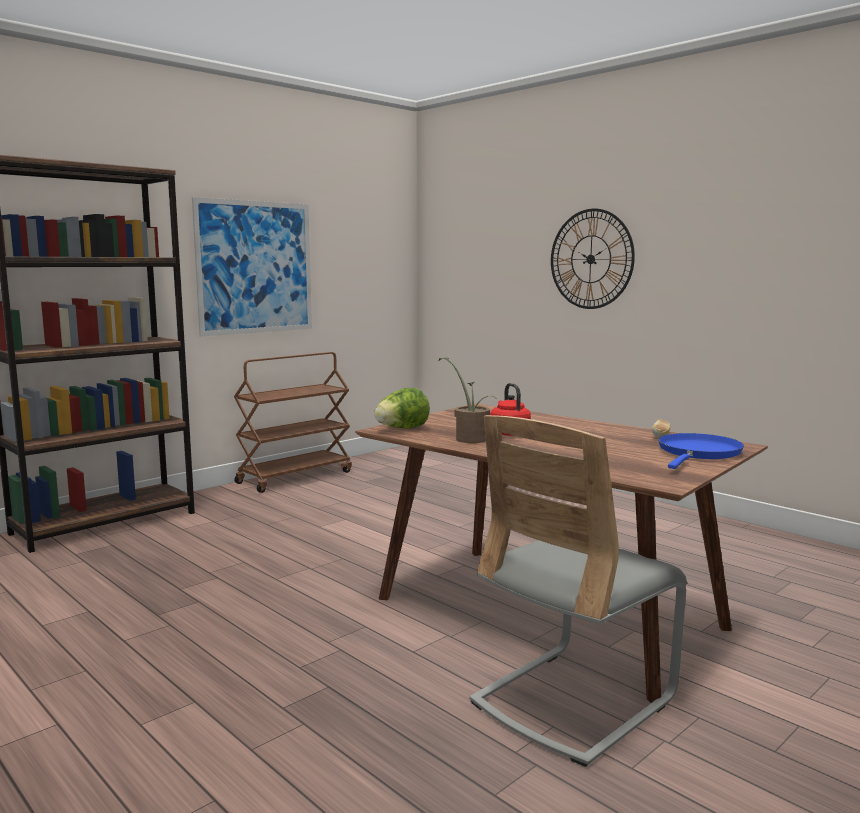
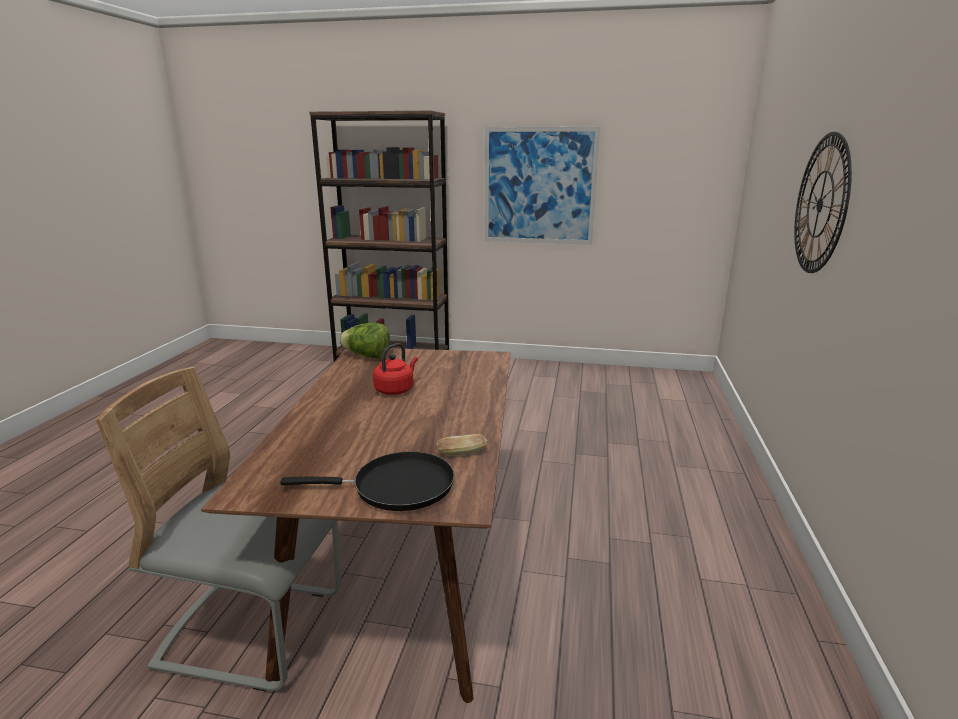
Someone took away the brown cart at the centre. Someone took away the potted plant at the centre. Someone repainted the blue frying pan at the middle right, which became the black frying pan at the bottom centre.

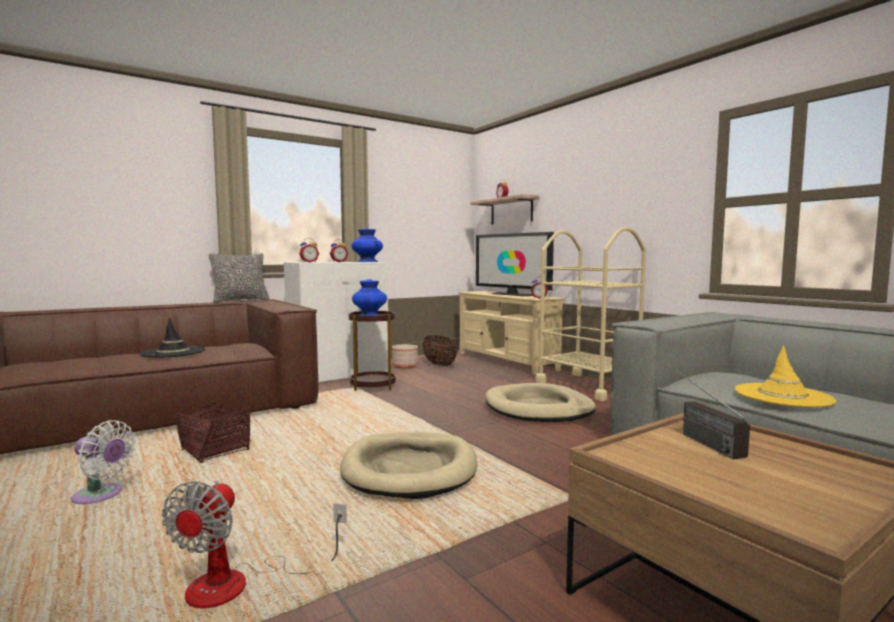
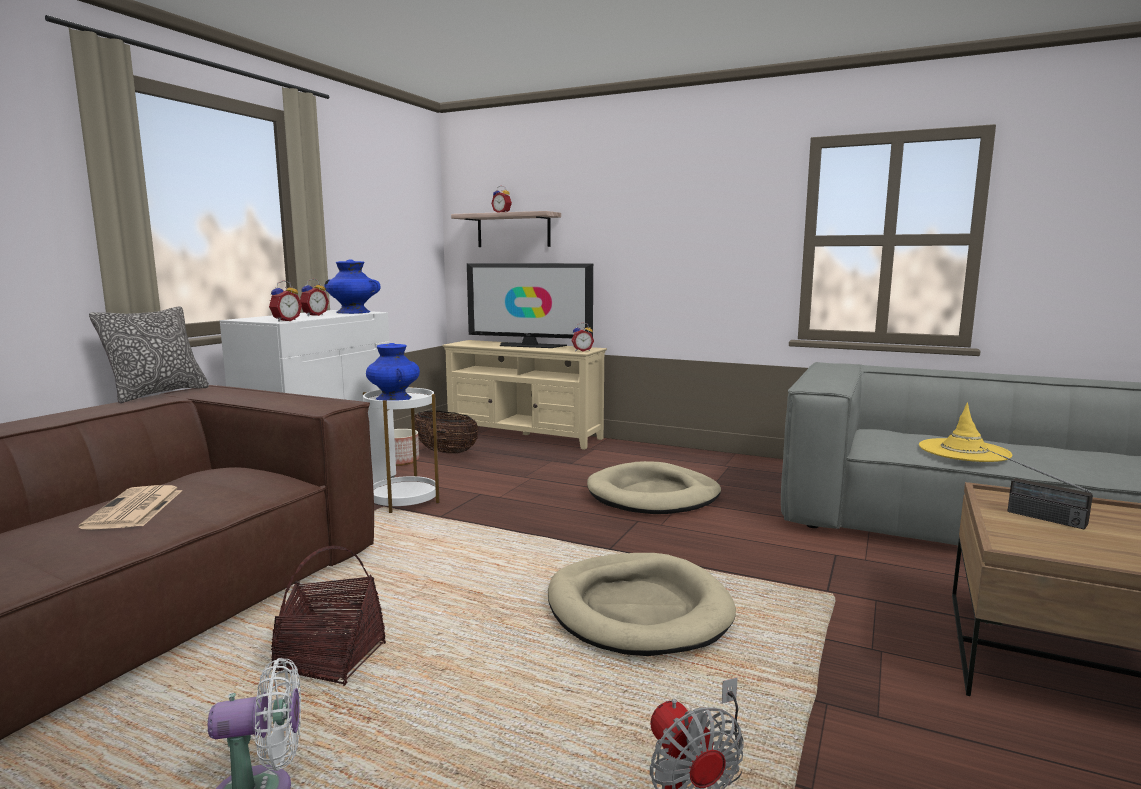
Someone took away the beige cart at the centre. Someone swapped the black hat at the middle left for the newspaper at the middle left. Someone repainted the brown side table at the centre, which became the white side table at the centre.

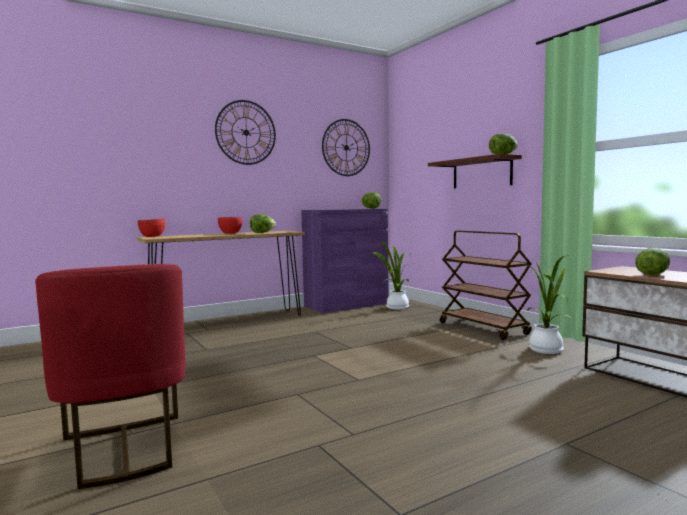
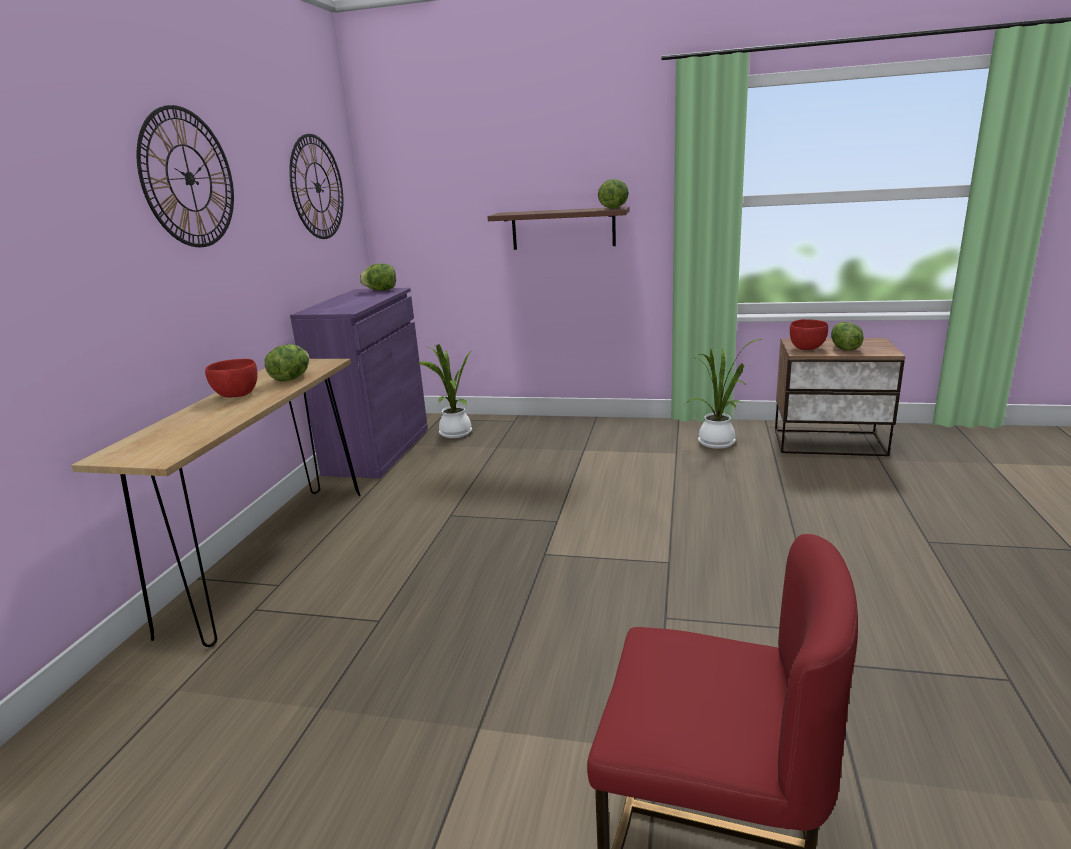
Someone took away the brown cart at the middle right. Someone carried the red bowl (no. 1 from left in the first image) from the middle left to the middle right.

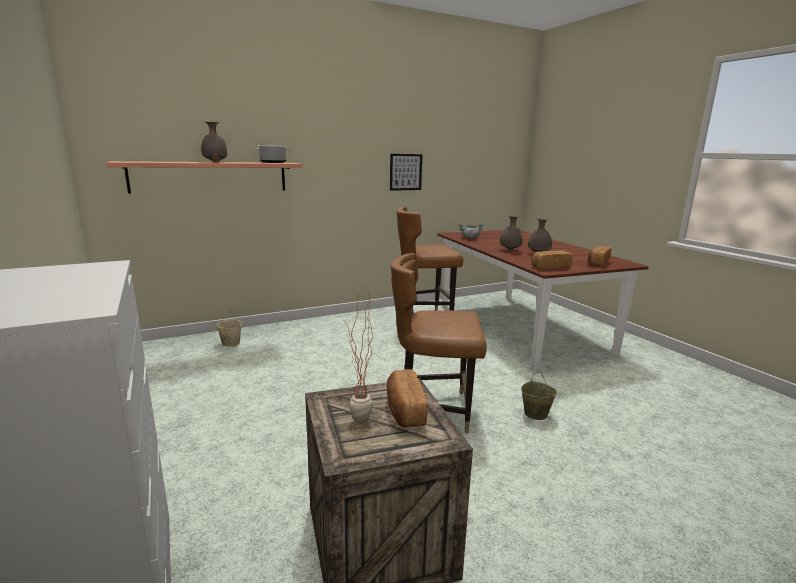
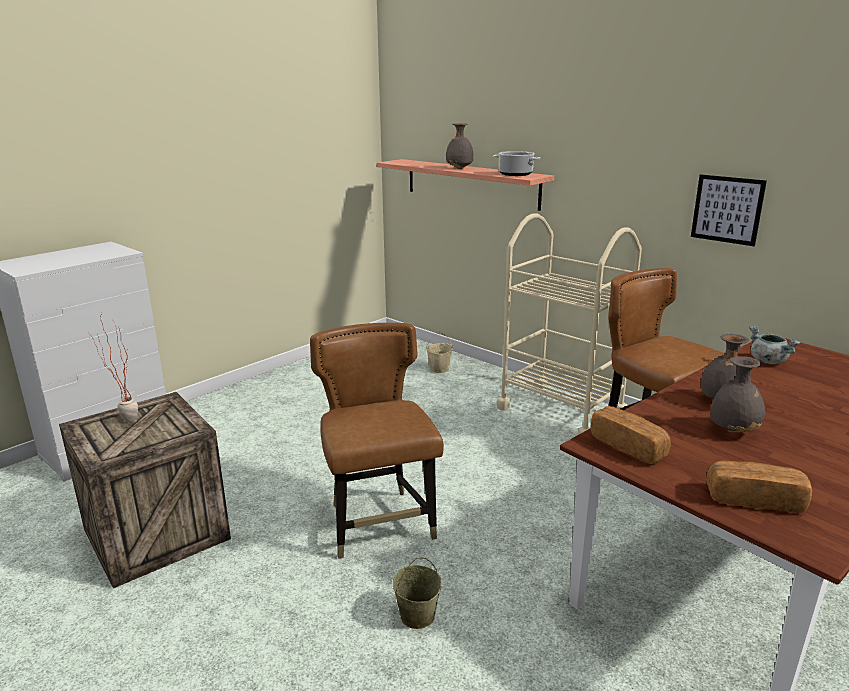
Someone took away the bread (no. 1 from left) at the bottom centre. Someone put down the beige cart at the middle right.

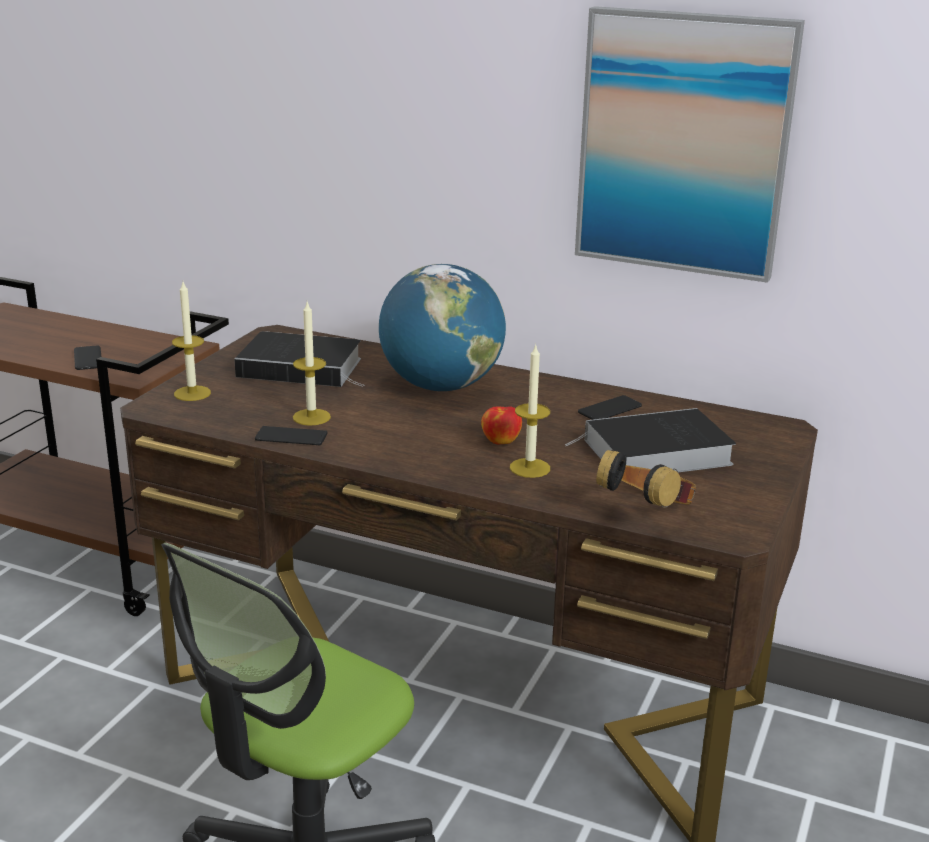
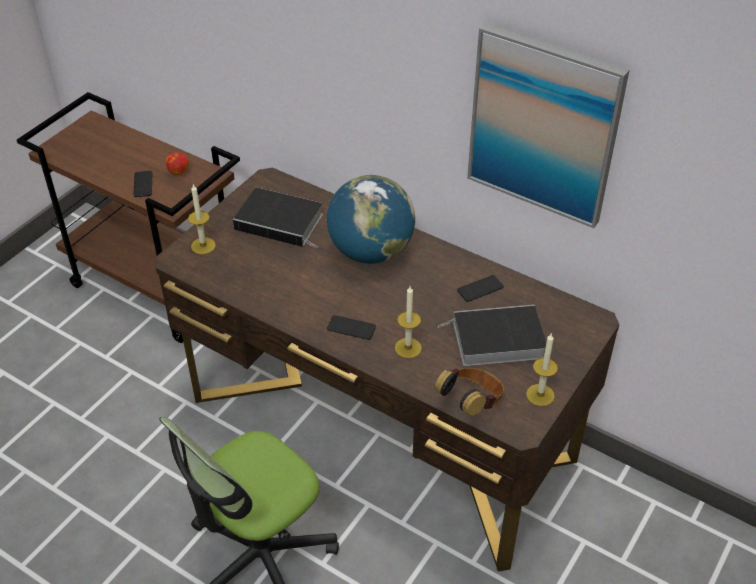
Someone carried the phone (no. 2 from left) from the middle left to the centre. Someone carried the candle (no. 2 from left in the first image) from the centre to the middle right. Someone carried the apple from the centre to the top left.

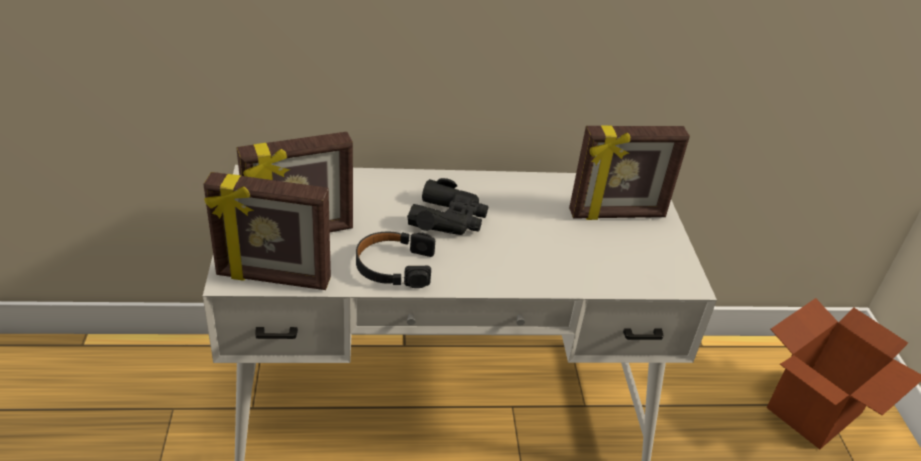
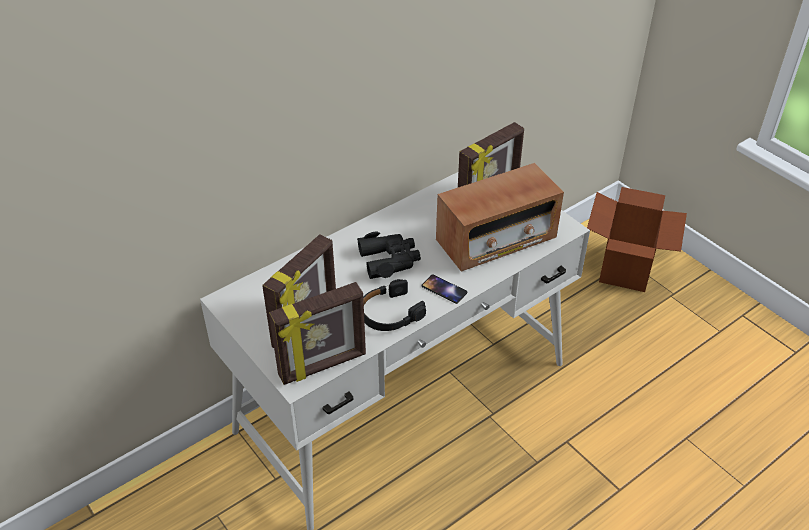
Someone put down the phone at the centre. Someone put down the radio at the centre.

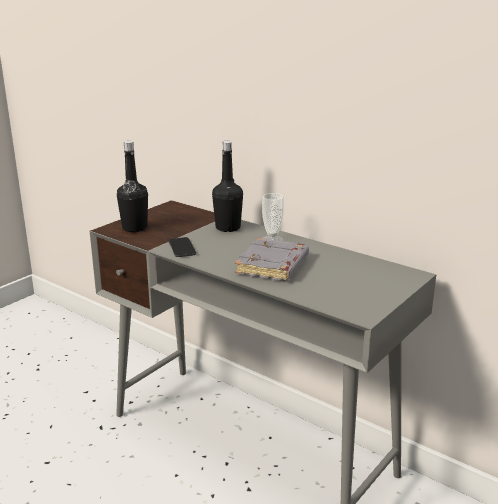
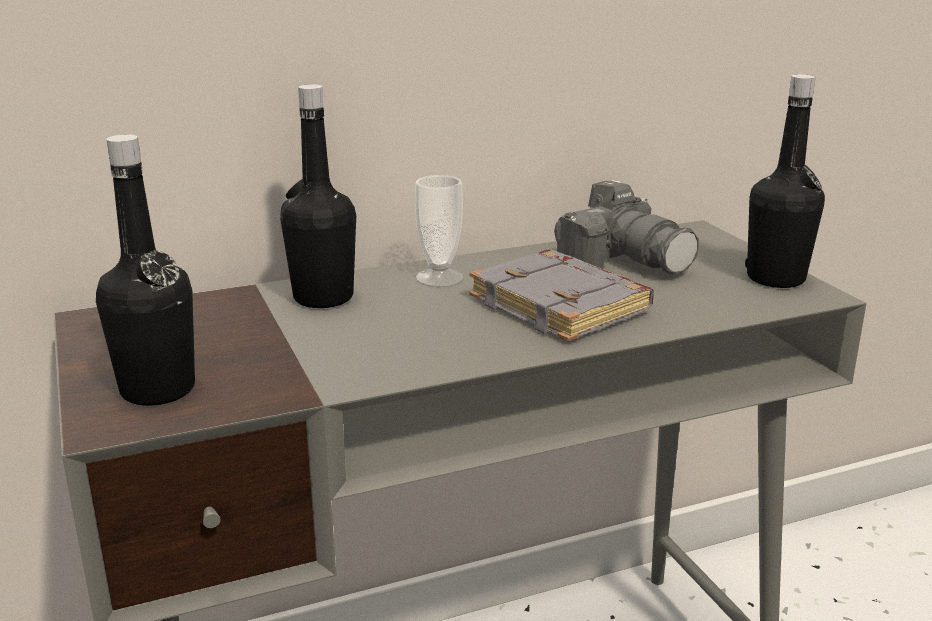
Someone took away the phone at the centre. Someone put down the photo camera at the middle right. Someone put down the black bottle (no. 3 from left) at the top right.

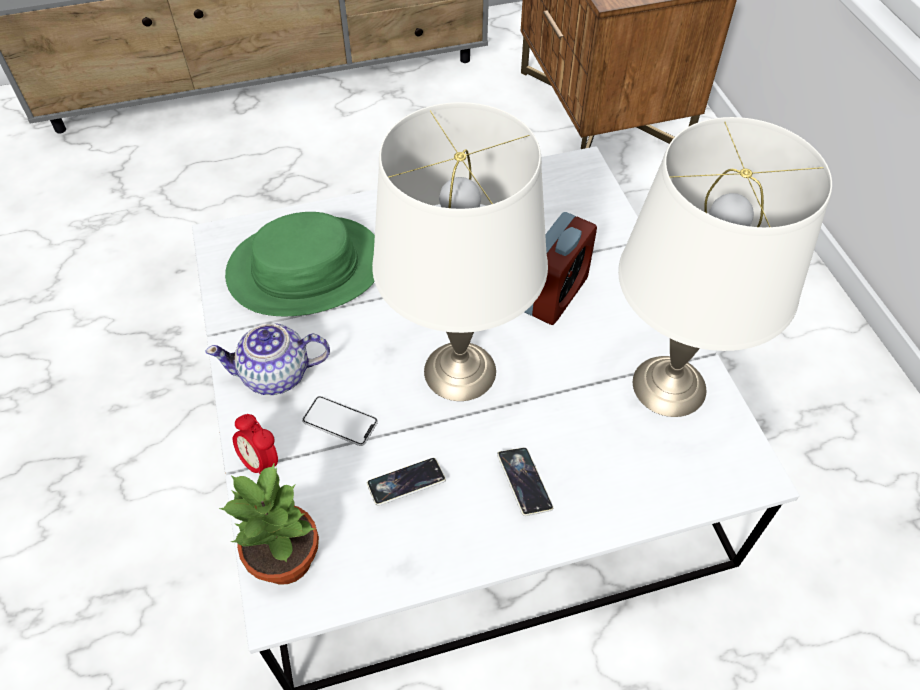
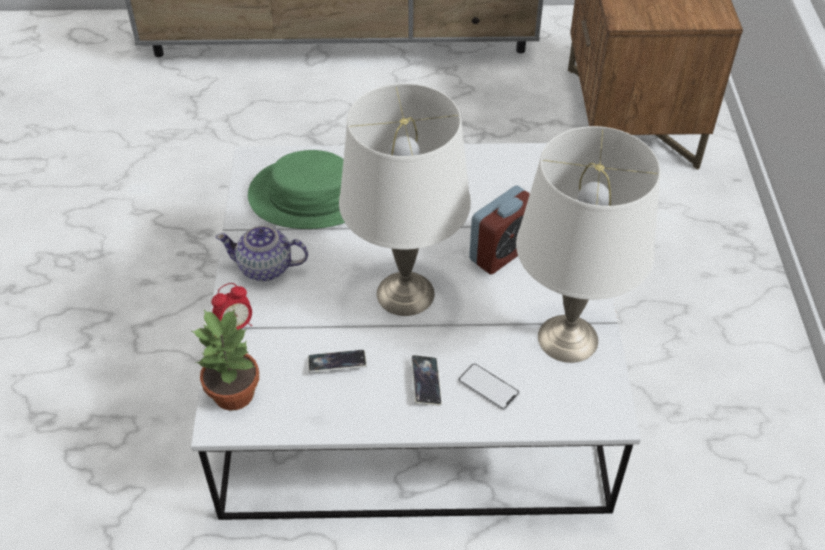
Someone carried the phone (no. 1 from left in the first image) from the centre to the bottom centre. Someone rotated the alarm clock (no. 1 from left) at the middle left by 90 degrees counterclockwise.

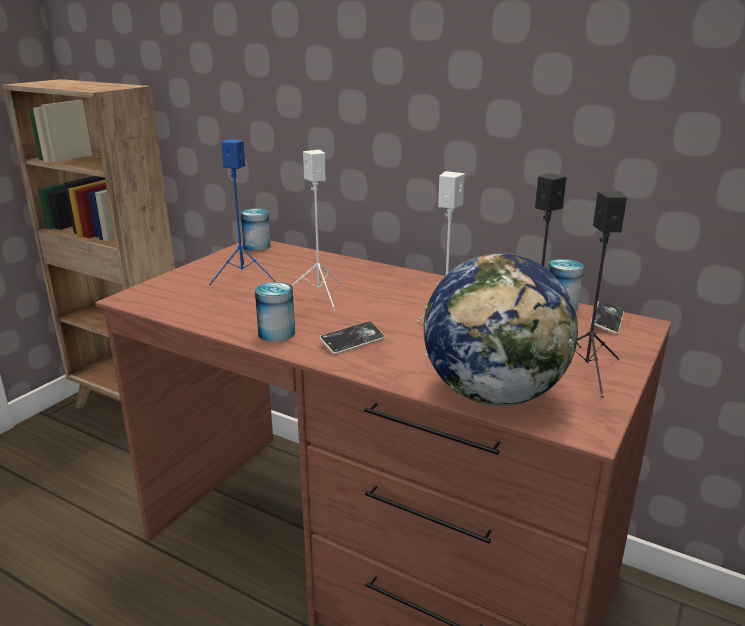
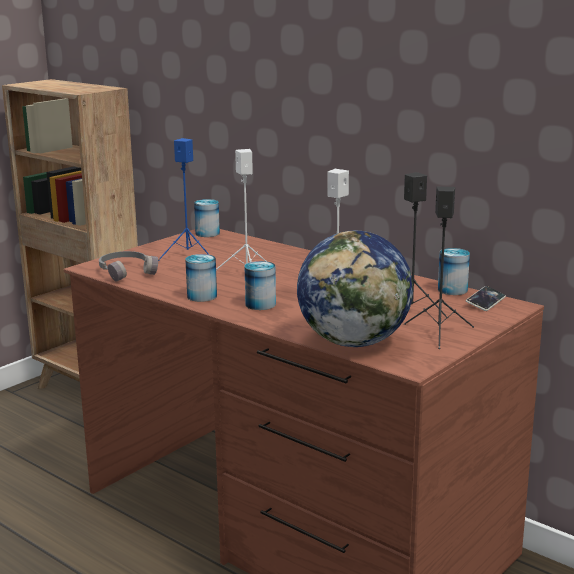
Someone put down the grey headphones at the middle left. Someone swapped the phone (no. 1 from left) at the centre for the can (no. 3 from left) at the centre.

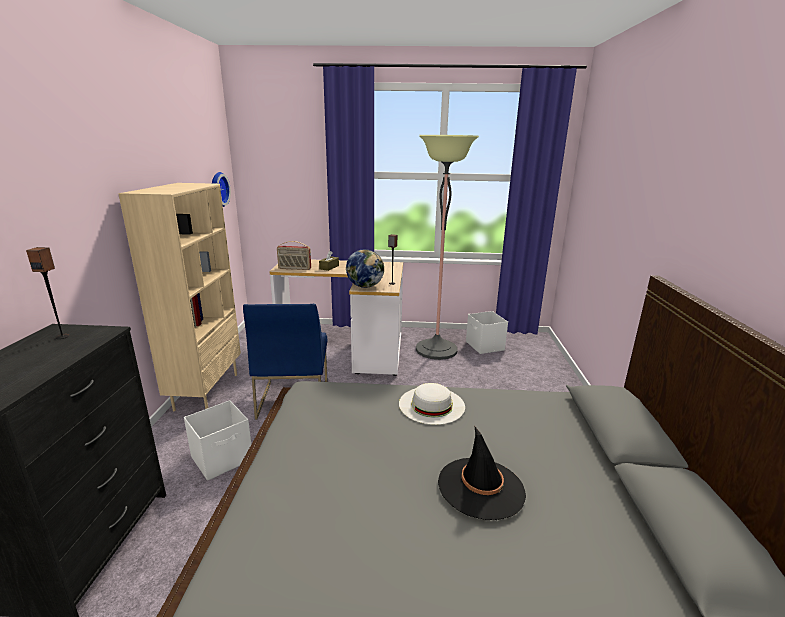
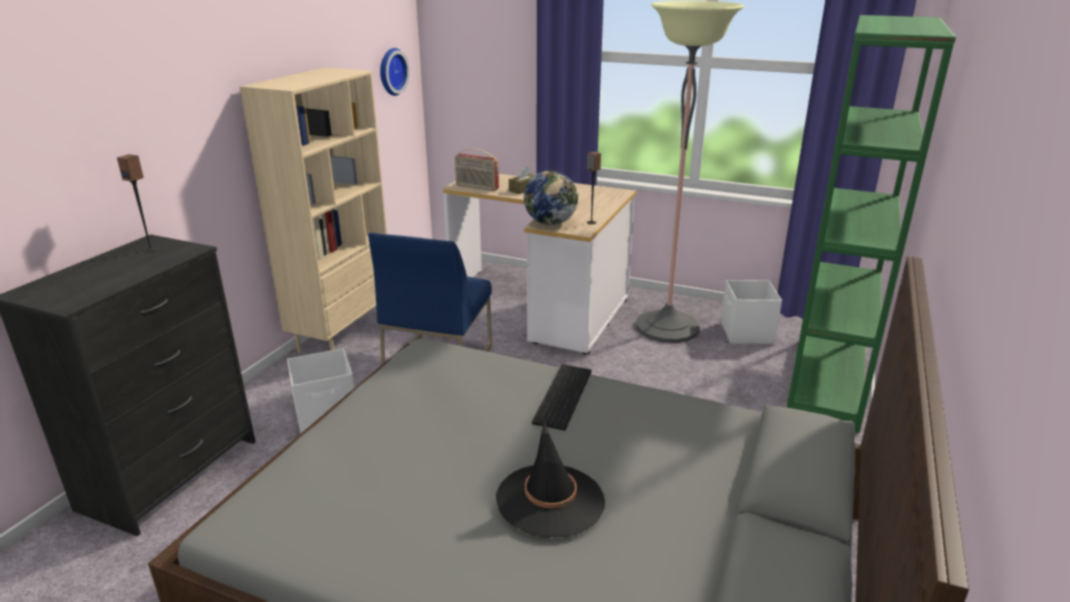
Someone put down the green bookcase at the middle right. Someone swapped the white hat at the centre for the keyboard at the centre.

